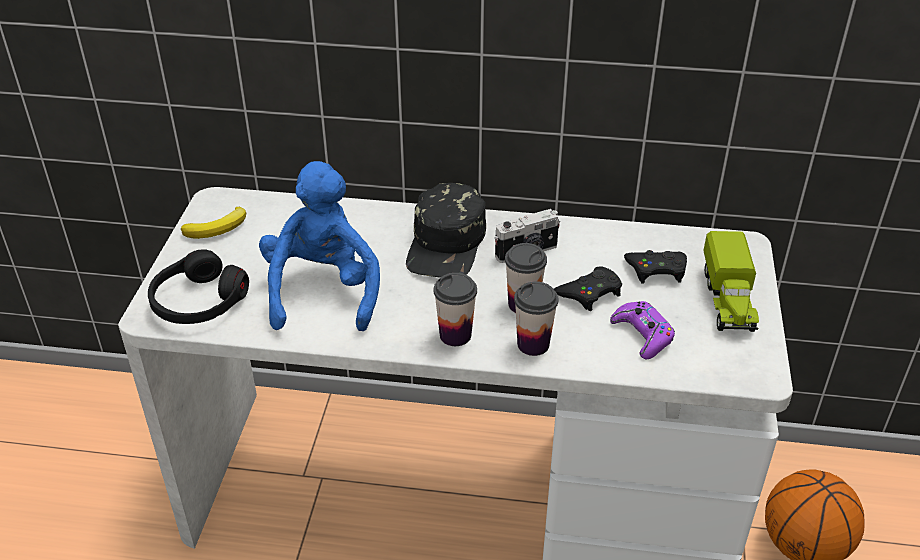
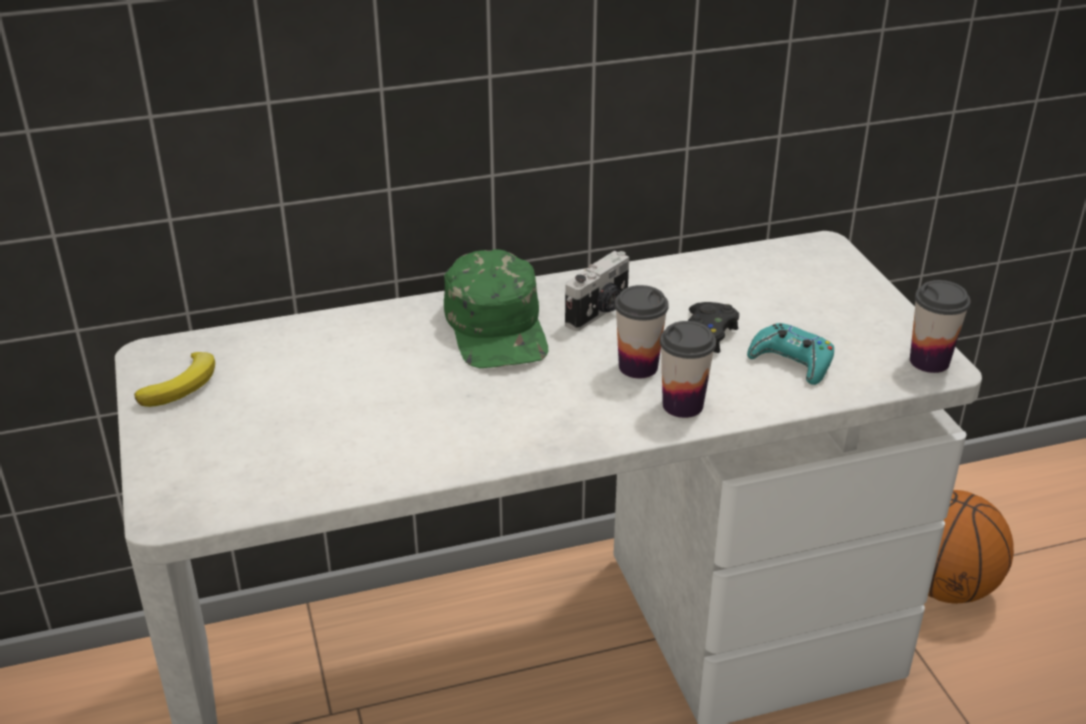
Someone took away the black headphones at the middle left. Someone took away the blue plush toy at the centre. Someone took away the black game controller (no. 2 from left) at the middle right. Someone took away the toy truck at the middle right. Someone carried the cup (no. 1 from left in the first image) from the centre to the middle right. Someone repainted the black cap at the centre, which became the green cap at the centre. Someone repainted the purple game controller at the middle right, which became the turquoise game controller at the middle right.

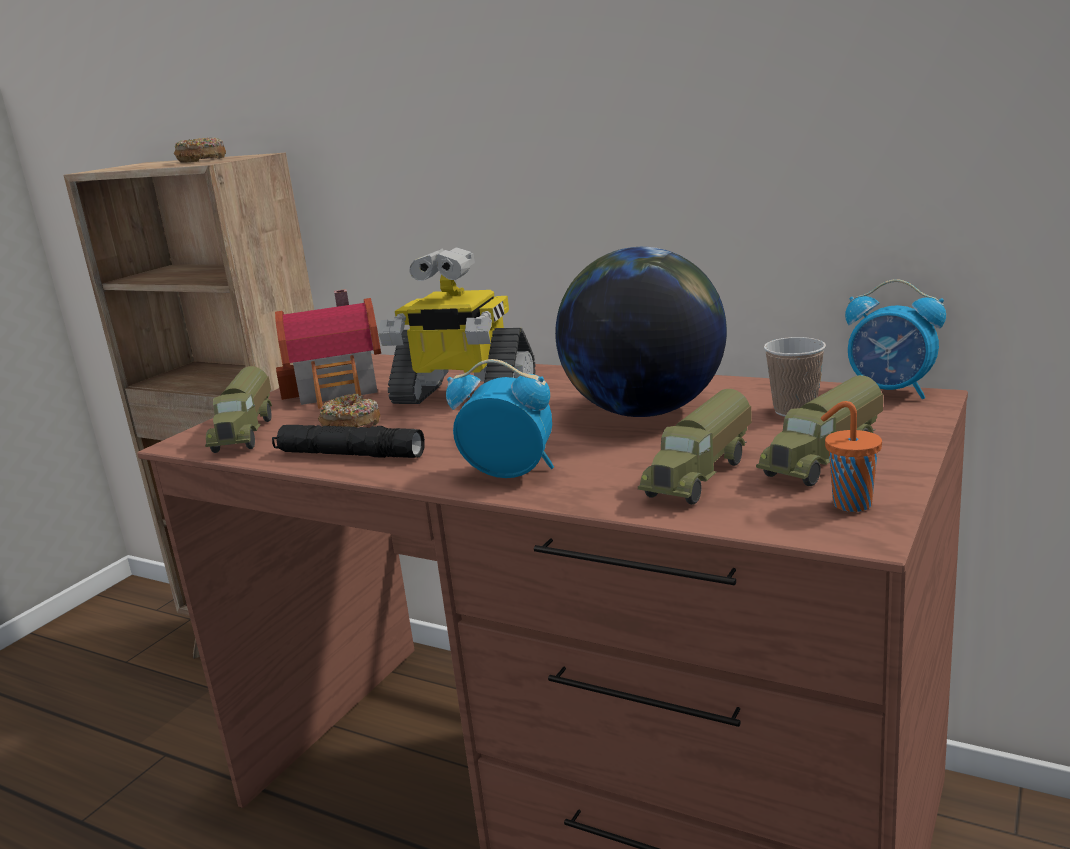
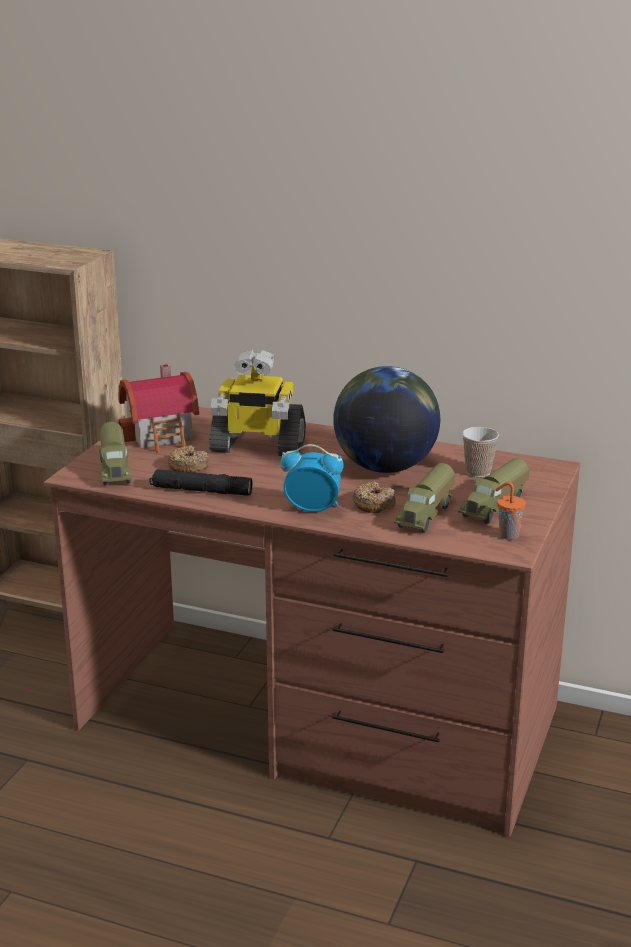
Someone took away the alarm clock (no. 2 from left) at the middle right. Someone carried the donut (no. 1 from left in the first image) from the top left to the centre.

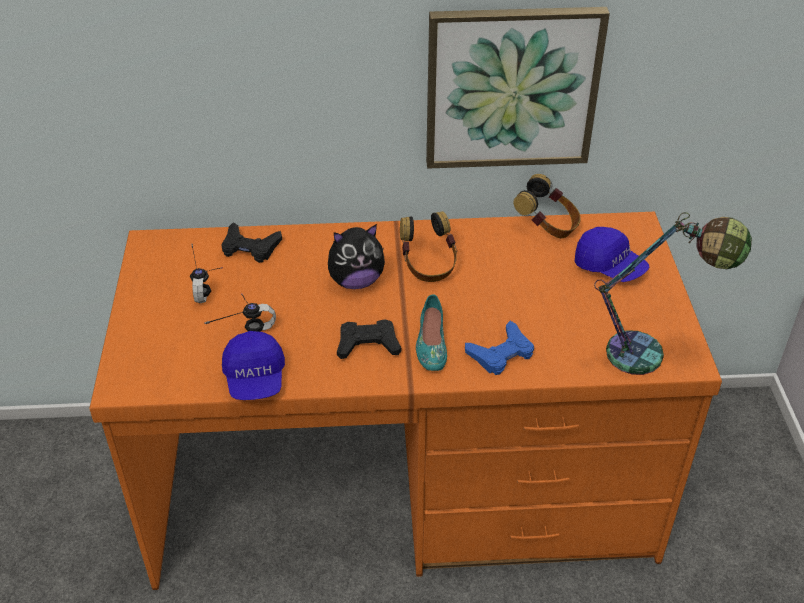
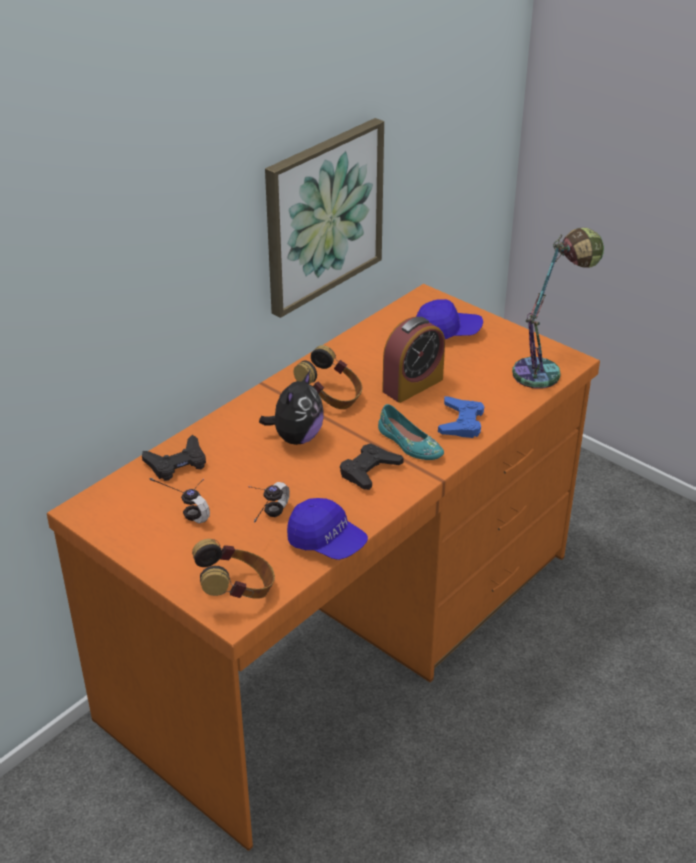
Someone put down the alarm clock at the centre. Someone carried the headphones (no. 4 from left in the first image) from the middle right to the centre.

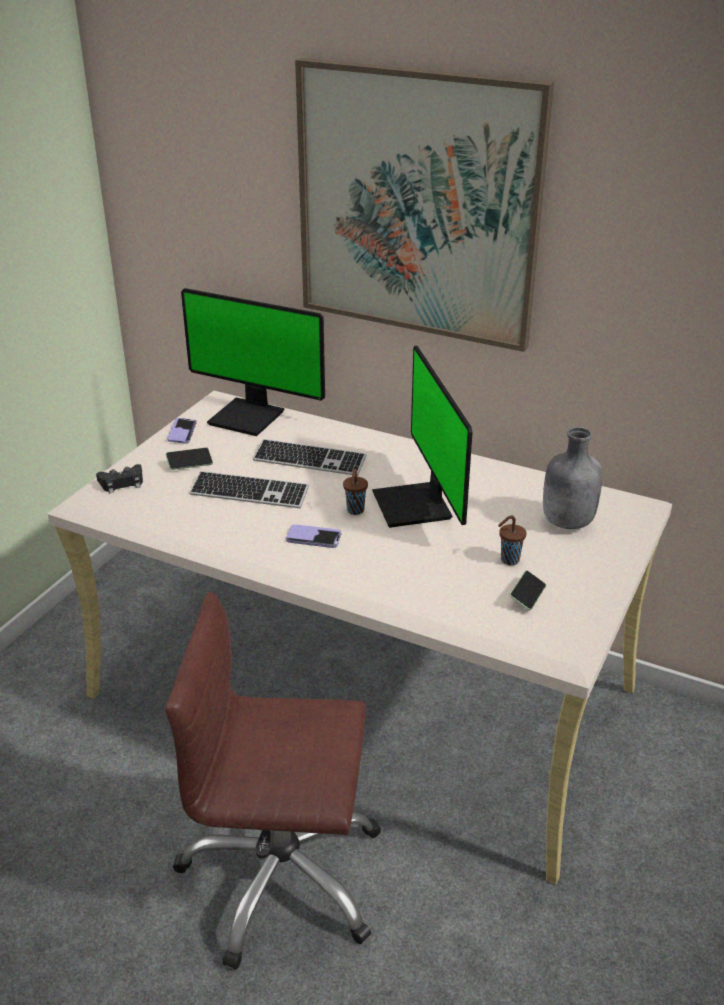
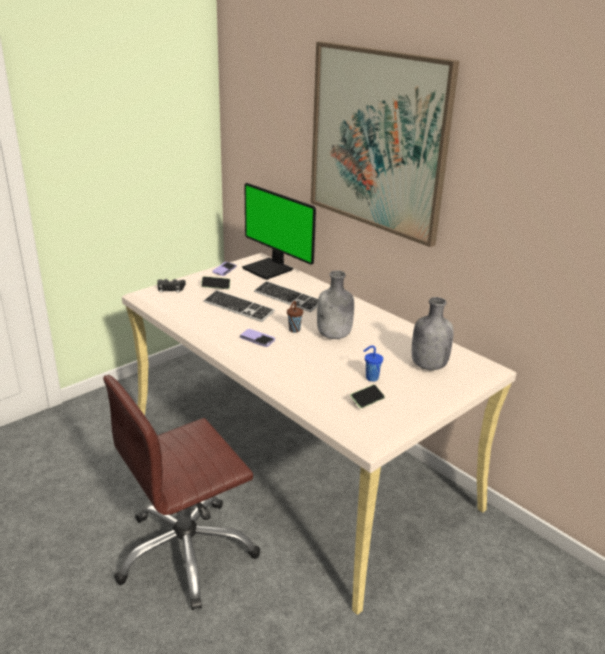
Someone swapped the monitor (no. 2 from left) at the centre for the grey bottle (no. 1 from left) at the centre. Someone repainted the brown cup (no. 2 from left) at the middle right, which became the blue cup at the centre. Someone rotated the brown office chair at the bottom centre by 60 degrees counterclockwise.

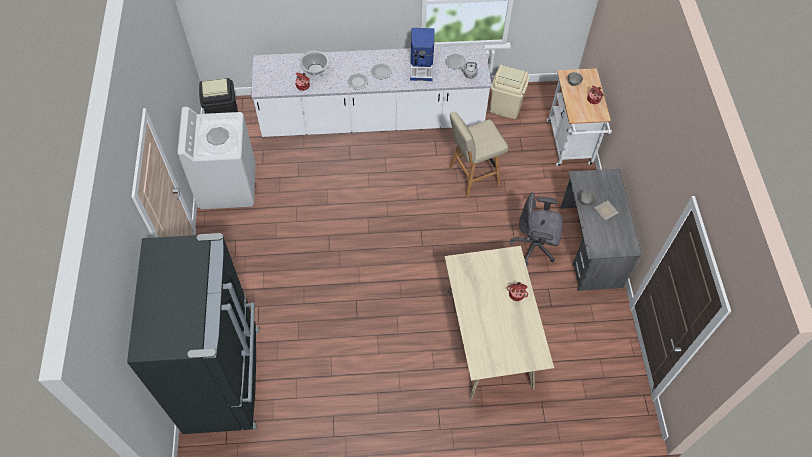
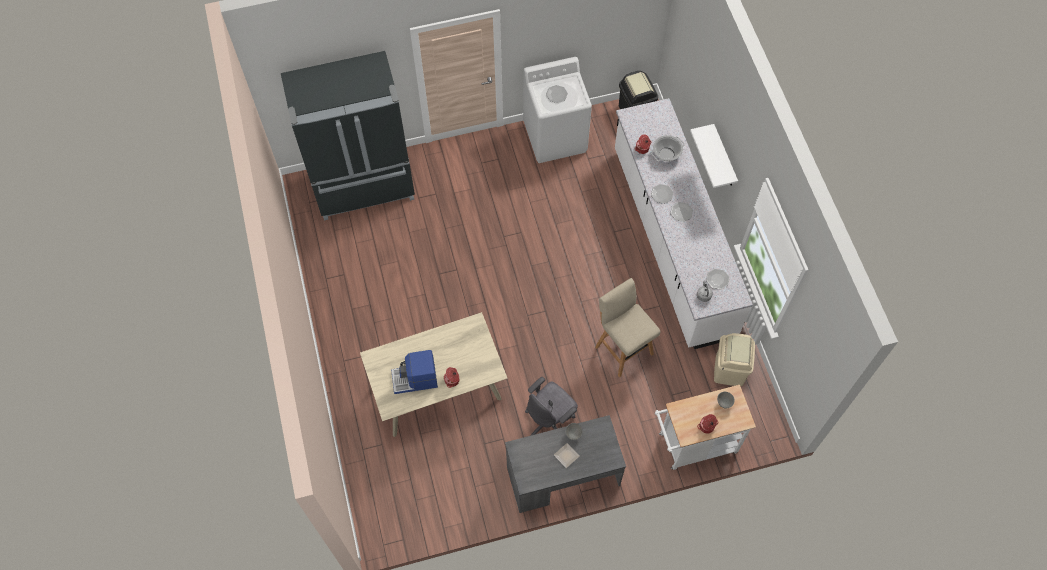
Someone put up the white shelf at the top right. Someone carried the coffee machine from the top centre to the centre. Someone rotated the grey office chair at the centre by 135 degrees counterclockwise.

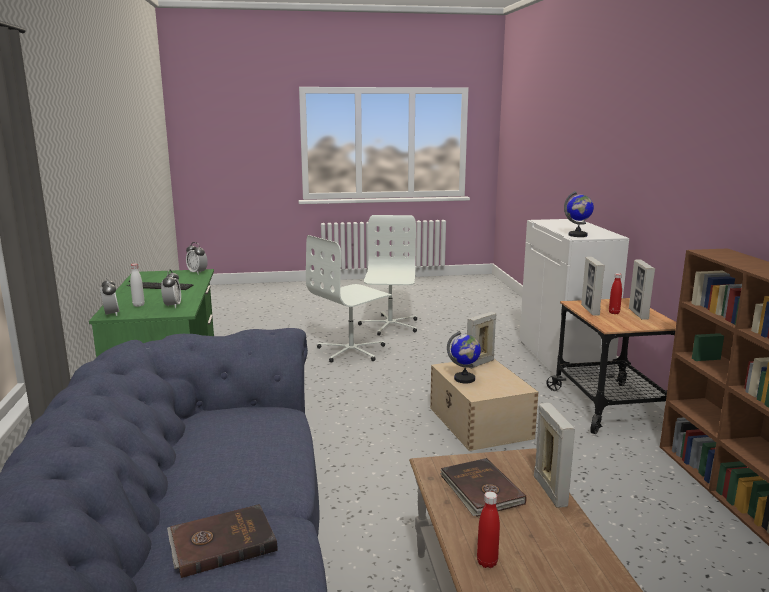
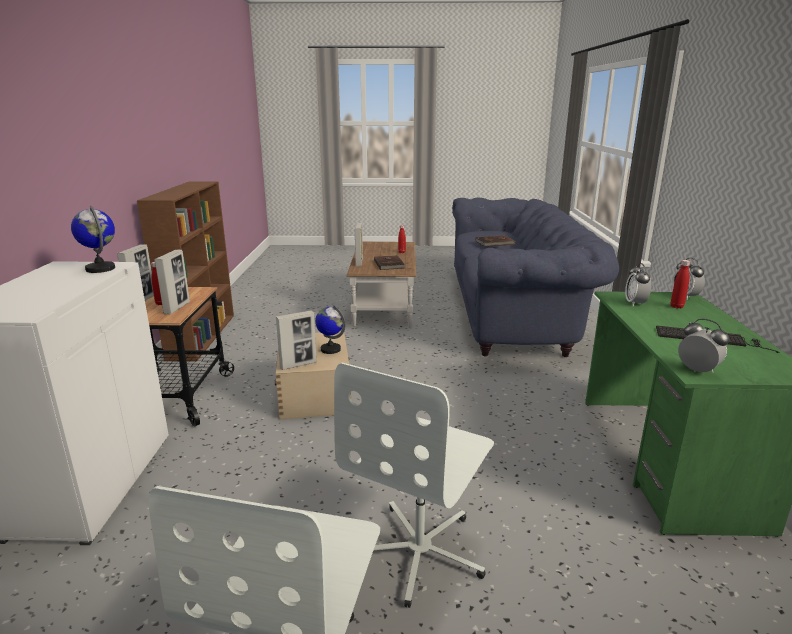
Someone repainted the white bottle at the middle left, which became the red bottle (no. 3 from left) at the middle right. Someone rotated the white office chair (no. 1 from left in the first image) at the centre by 150 degrees clockwise.

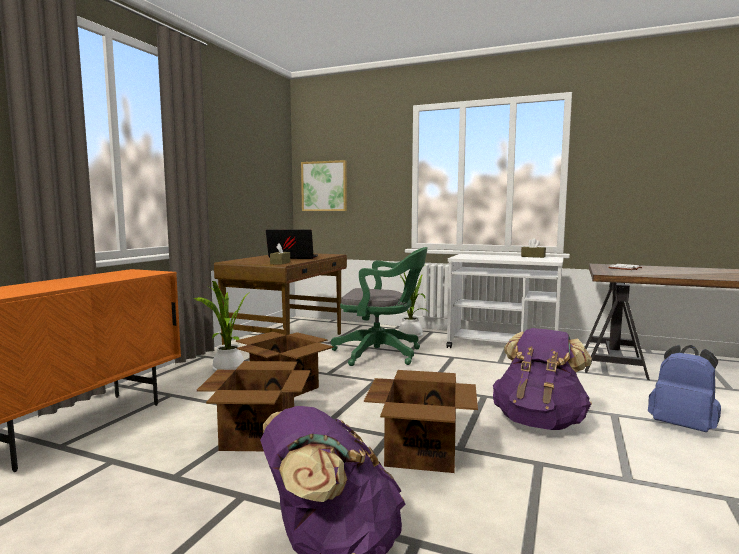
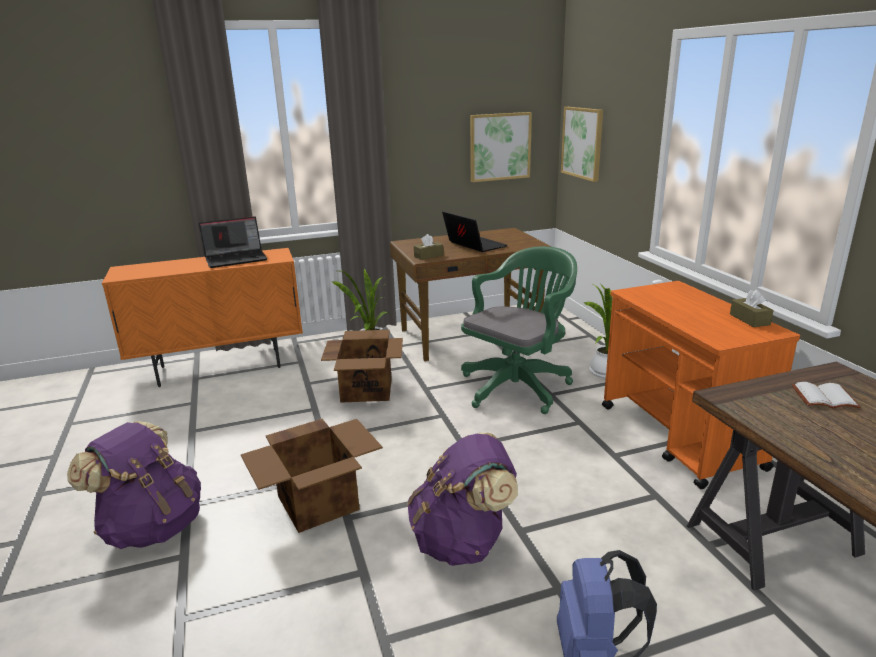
Someone took away the cardboard box (no. 1 from left) at the bottom centre. Someone put down the laptop (no. 1 from left) at the middle left. Someone put up the picture (no. 1 from left) at the top centre. Someone repainted the white cart at the middle right, which became the orange cart at the middle right. Someone rotated the green office chair at the centre by 105 degrees counterclockwise.

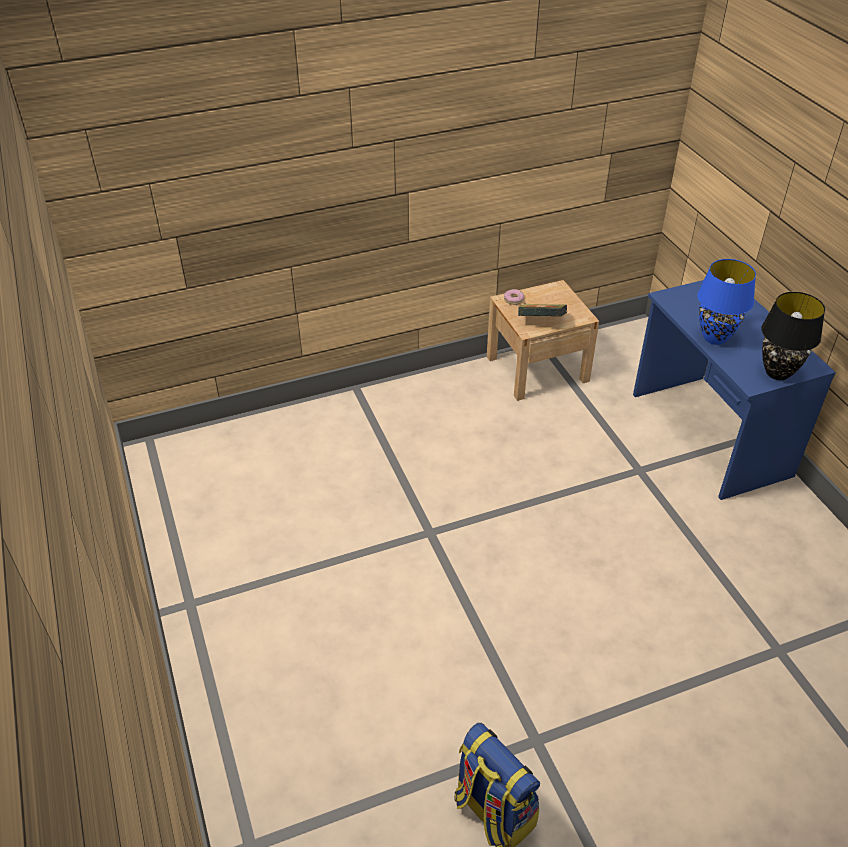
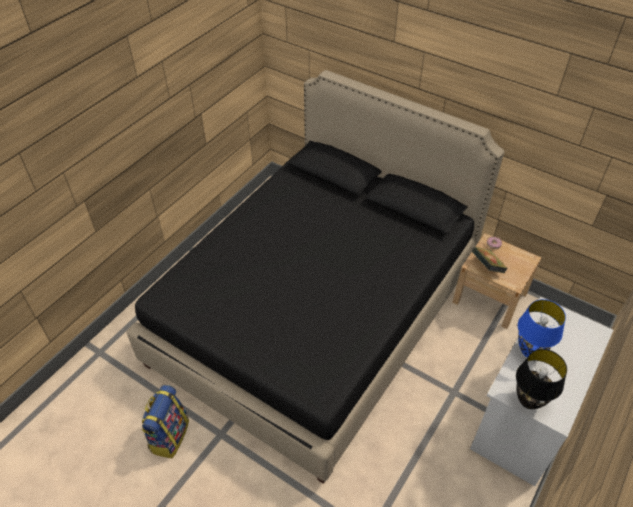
Someone put down the black bed at the centre. Someone repainted the blue desk at the middle right, which became the white desk at the bottom right.

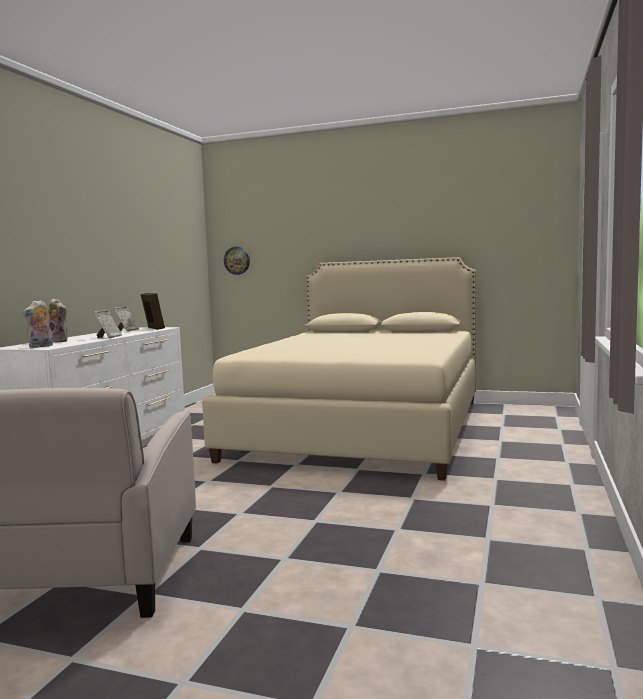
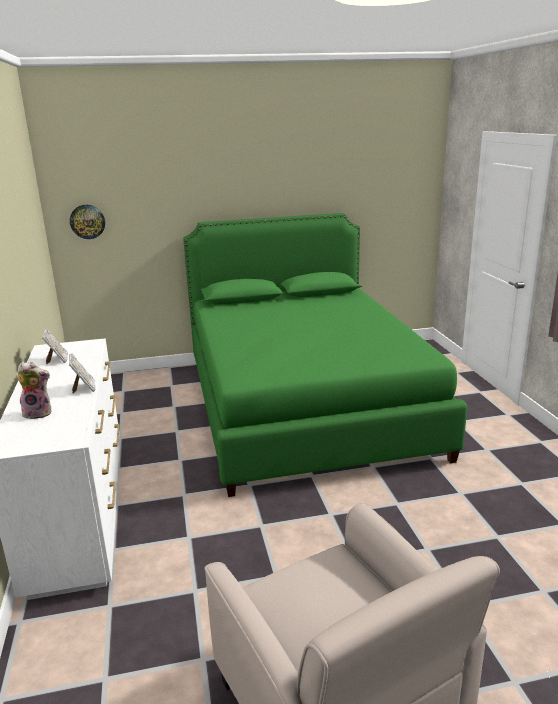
Someone took away the plush toy (no. 1 from left) at the middle left. Someone took away the picture frame (no. 3 from left) at the middle left. Someone repainted the beige bed at the centre, which became the green bed at the centre.

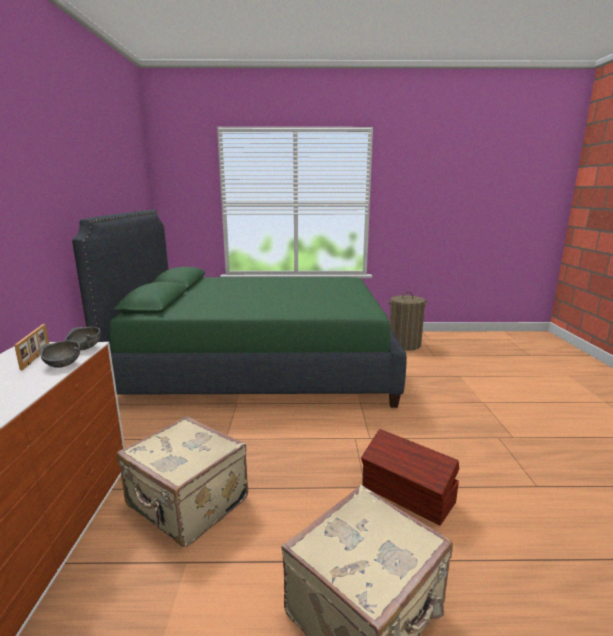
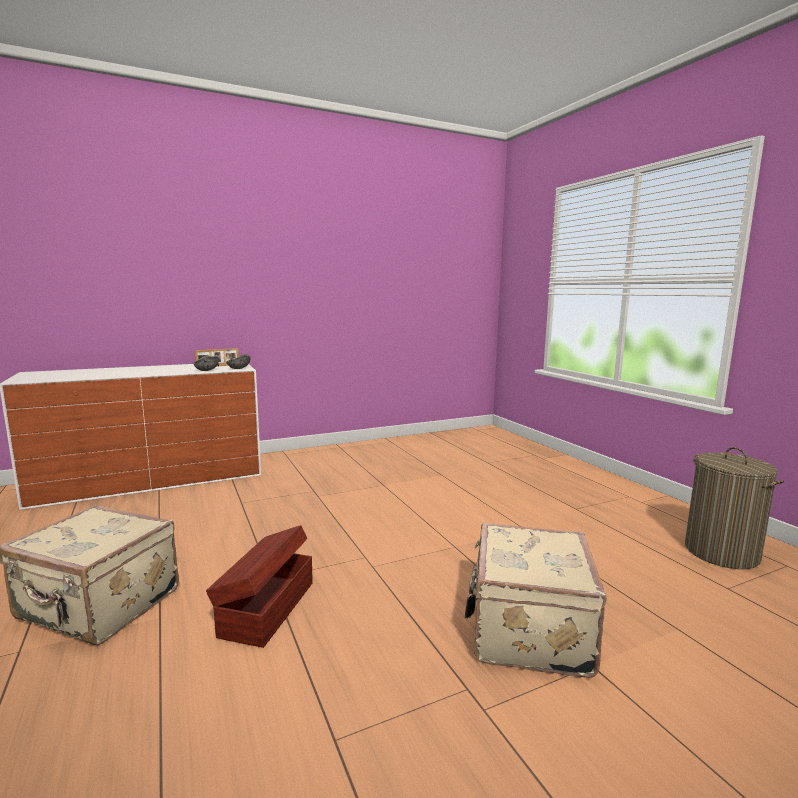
Someone took away the green bed at the centre. Someone carried the beige suitcase (no. 1 from left in the first image) from the bottom left to the bottom right.

